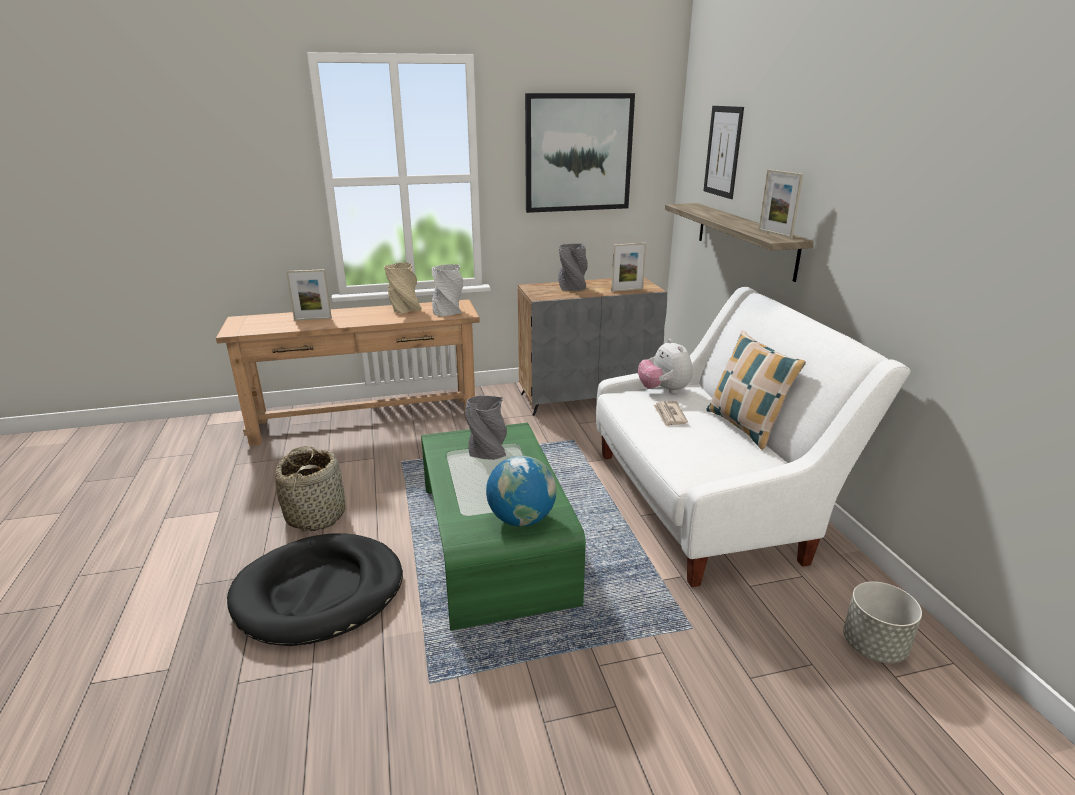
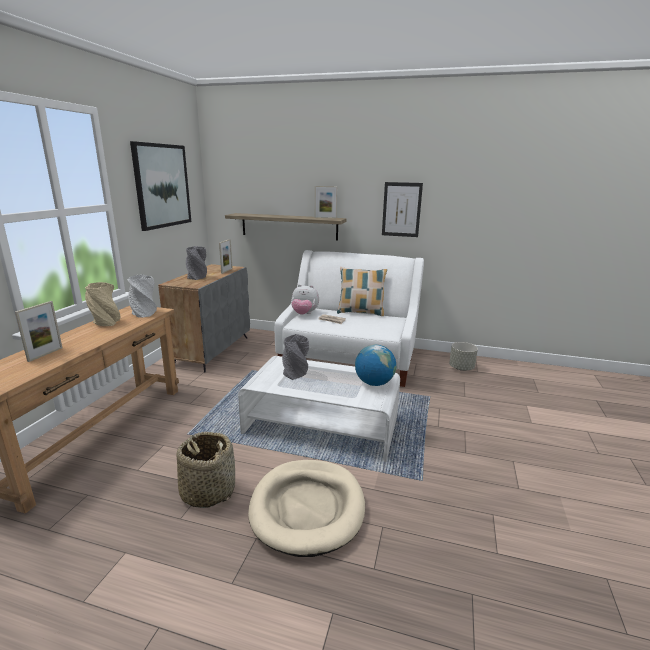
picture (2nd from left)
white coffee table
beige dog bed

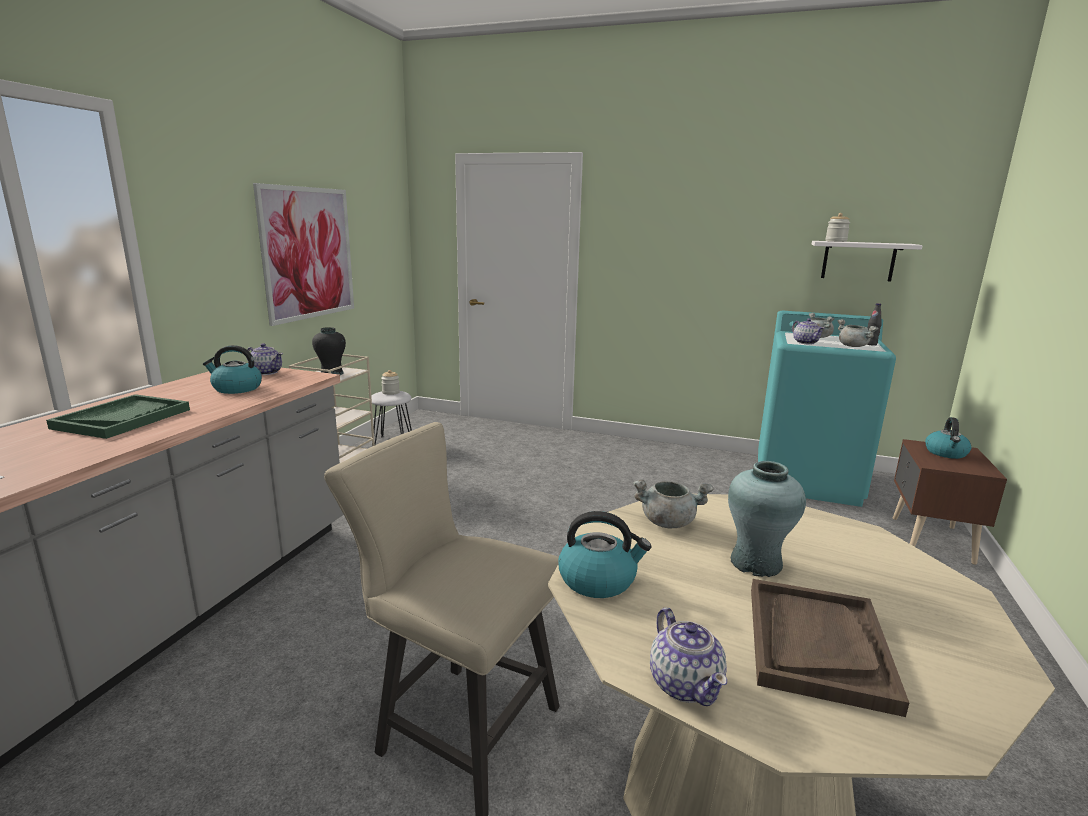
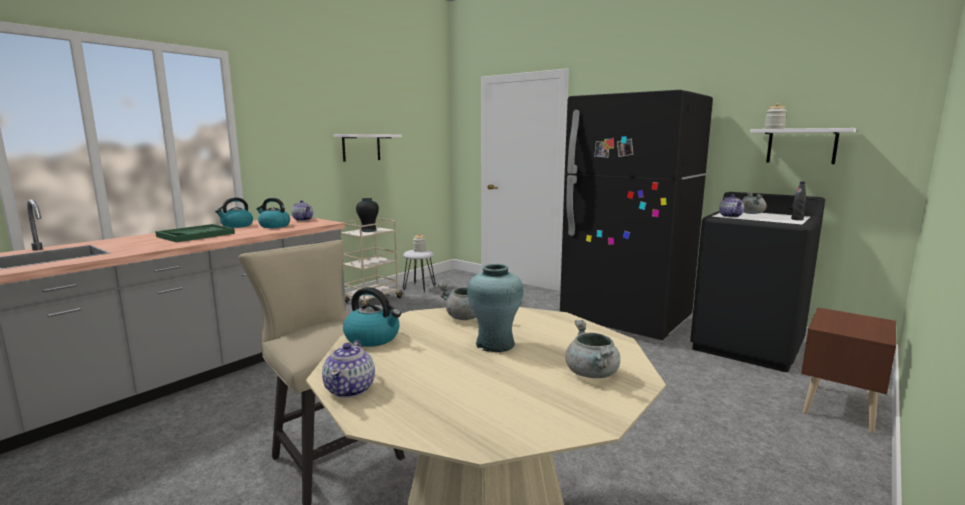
white shelf (1st from left)
black washing machine
grey cooking pot (2nd from left)
kettle (1st from left)
brown tray
black fridge

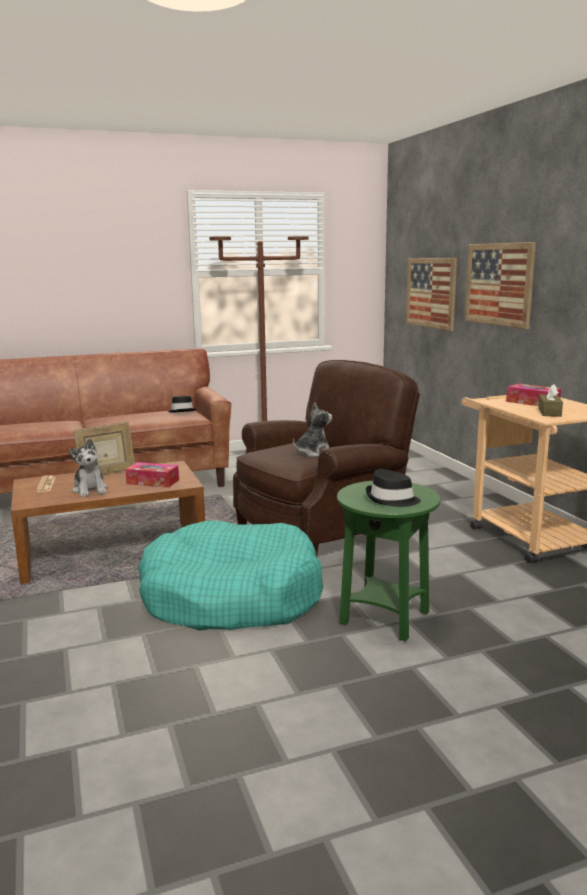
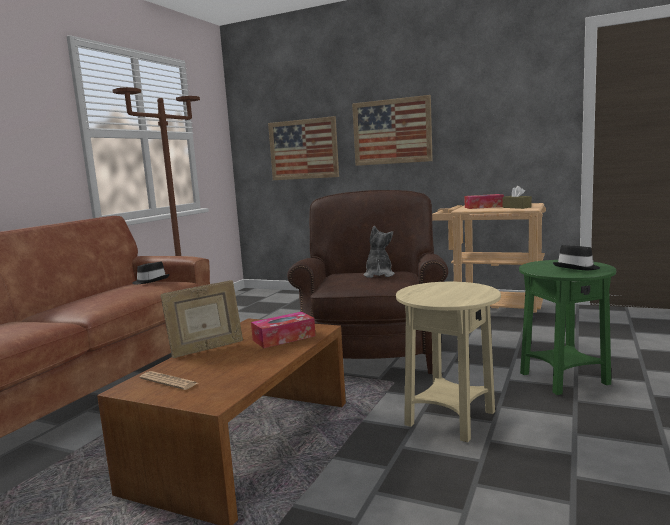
picture frame
plush toy (1st from left in the first image)
beige side table

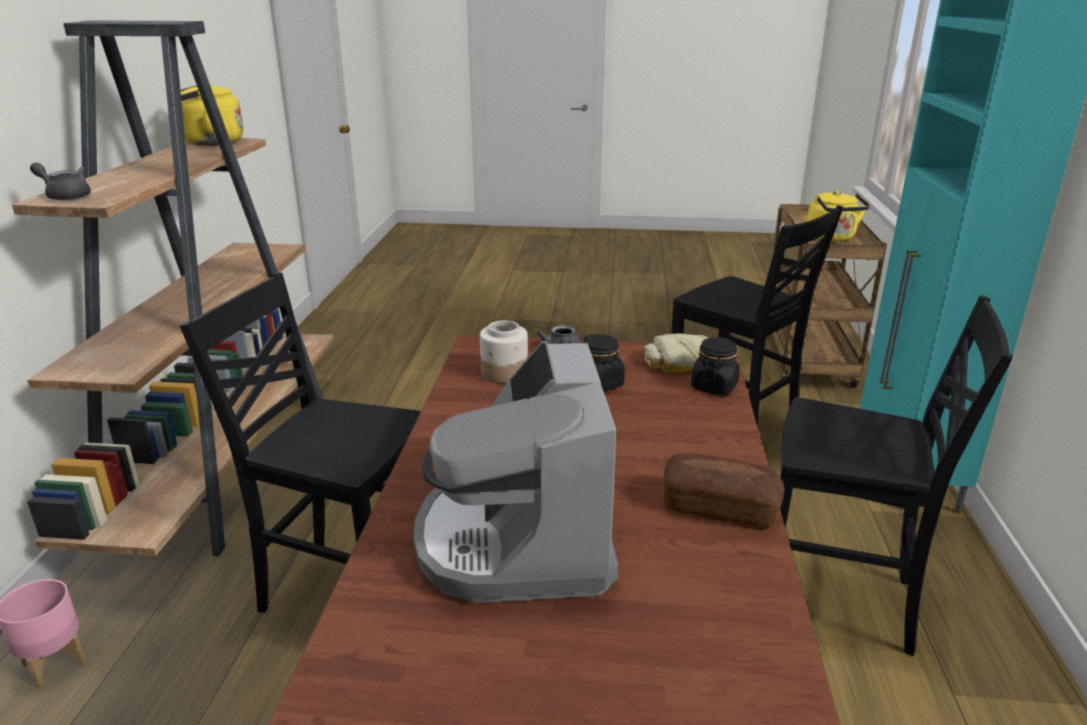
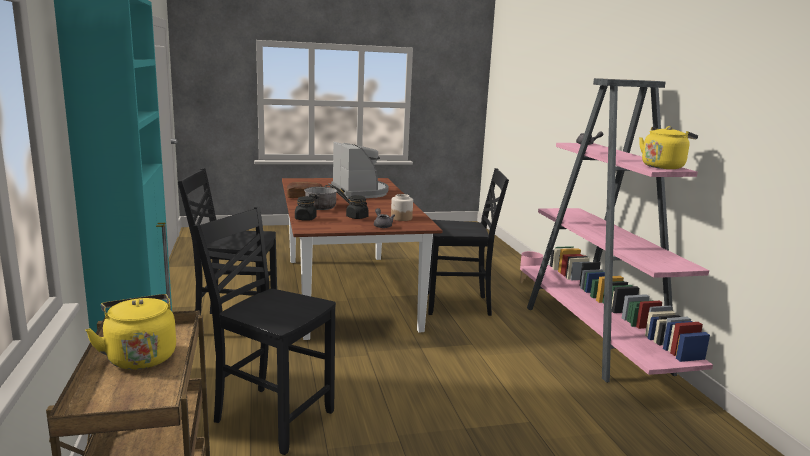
pink bookcase
bread (1st from left in the first image)
cooking pot

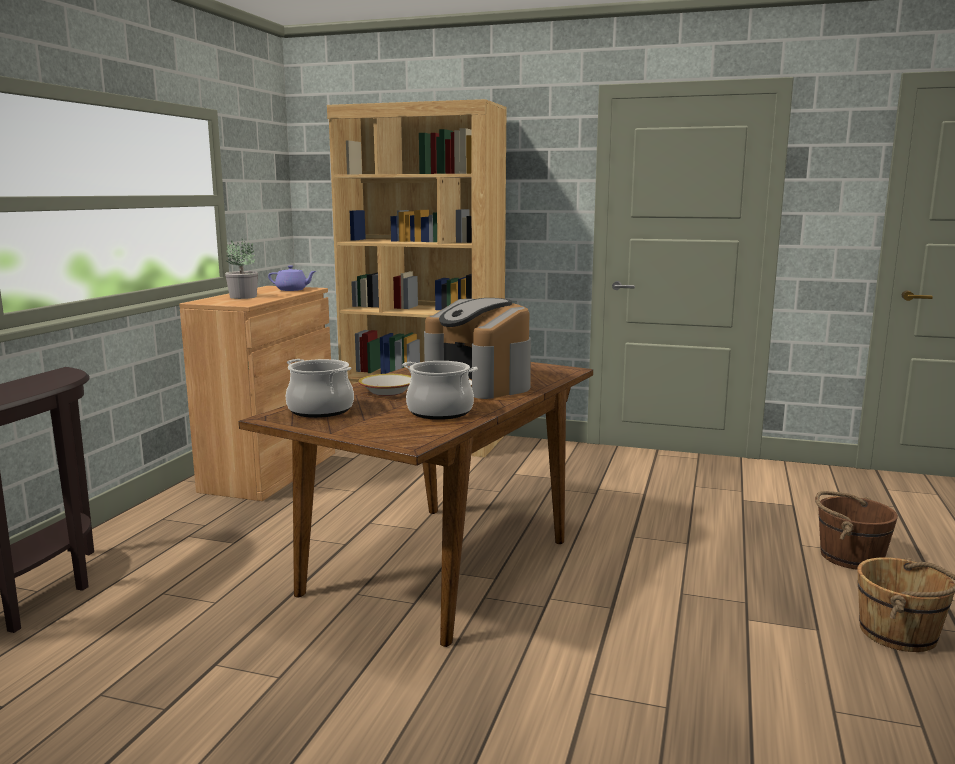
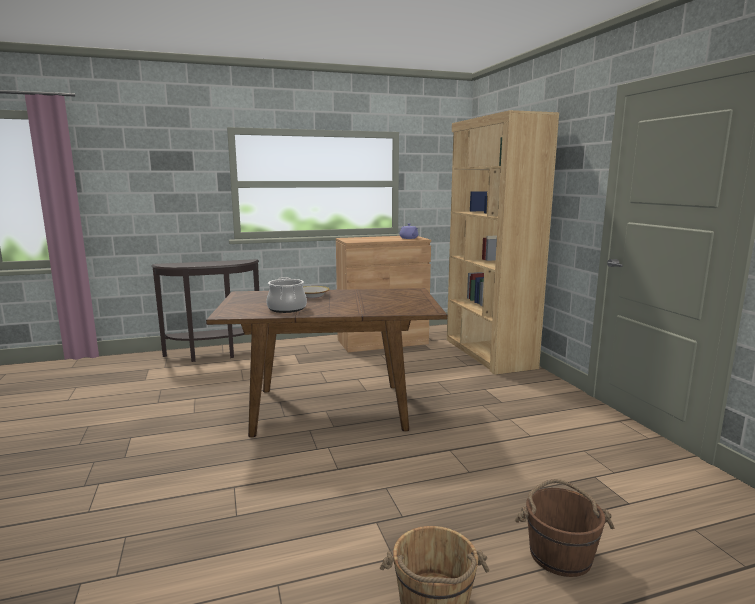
potted plant
coffee machine
cooking pot (1st from left in the first image)

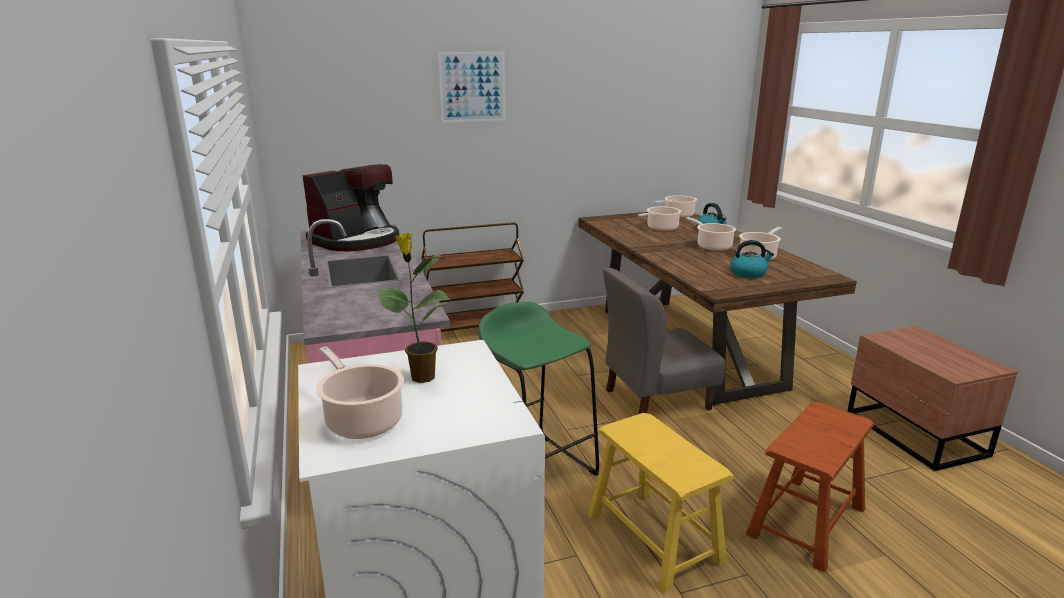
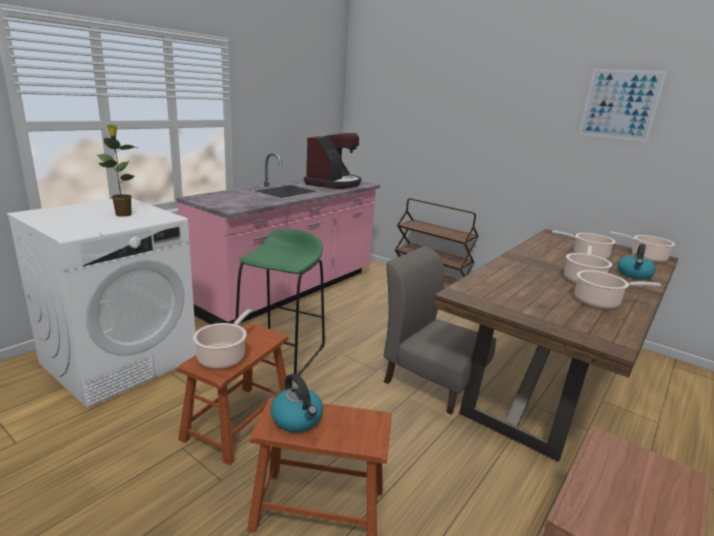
picture
coffee machine
kettle (1st from left)
cooking pot (1st from left)
brown stool (1st from left)

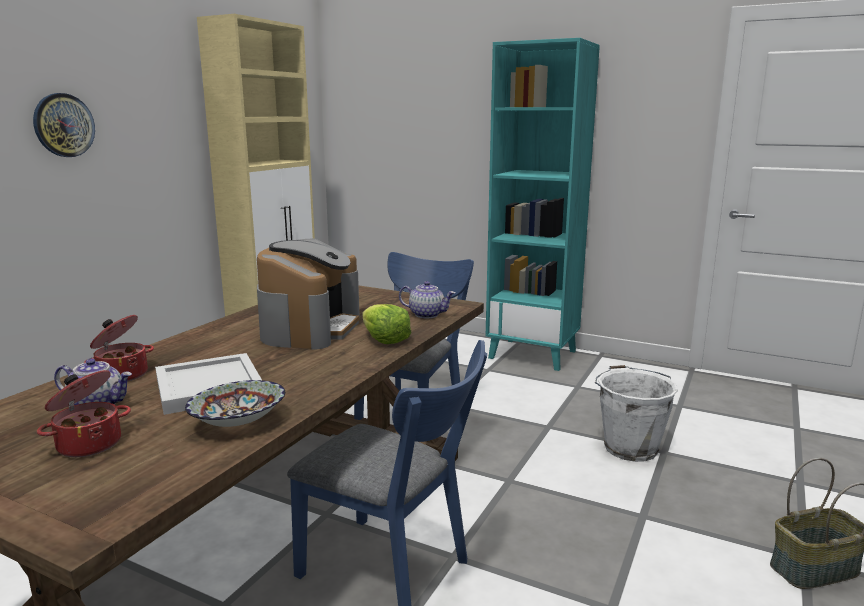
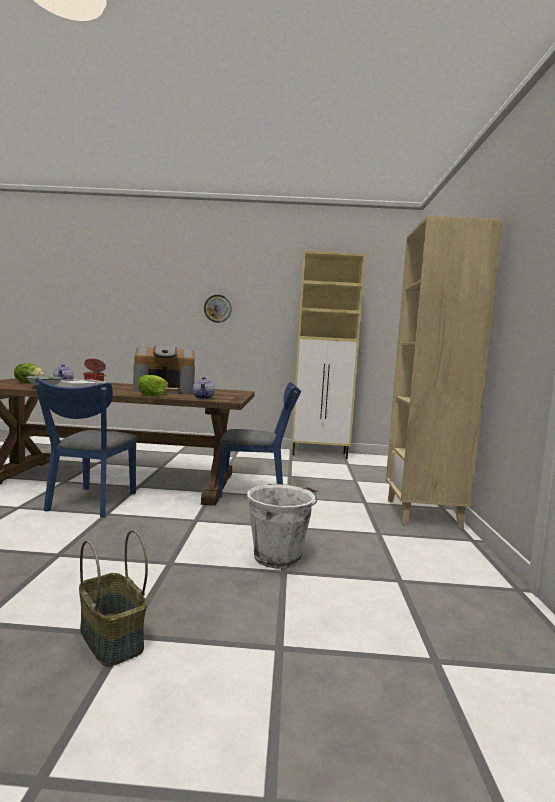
beige bookcase
lettuce (1st from left)

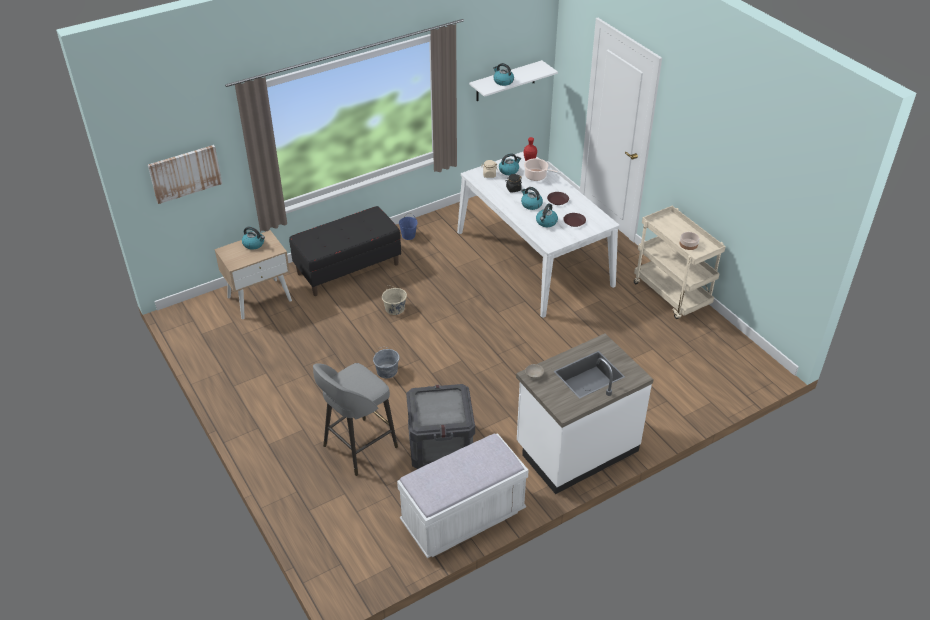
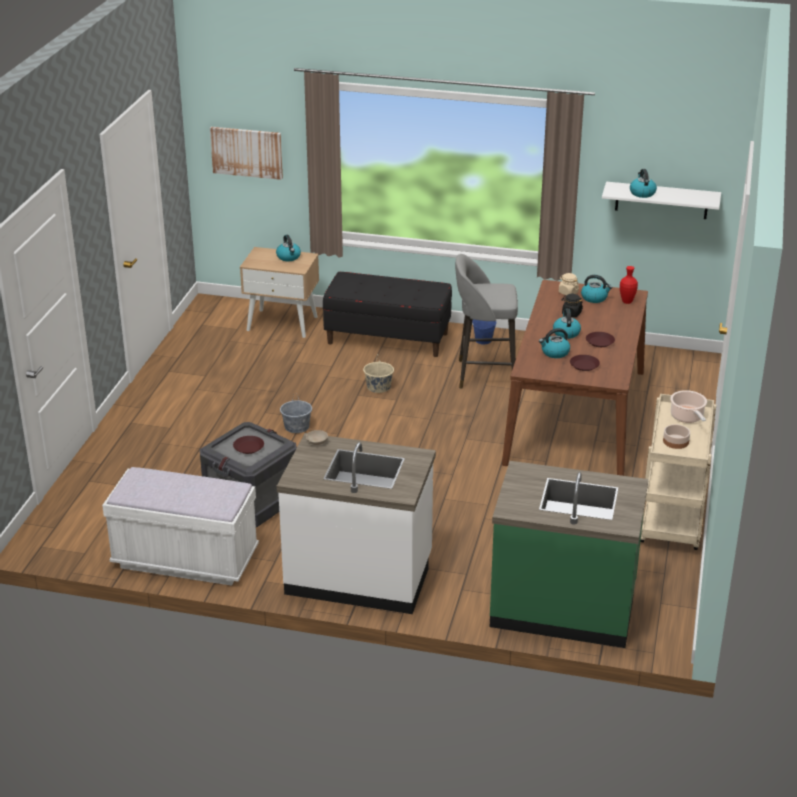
brown dining table
cooking pot
grey stool
brown plate (1st from left)
green counter

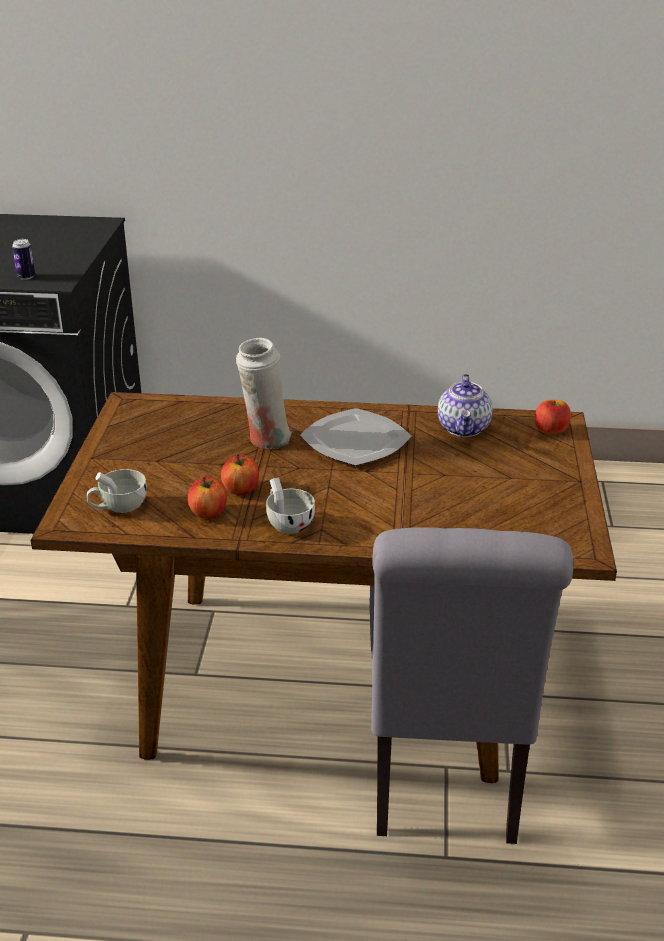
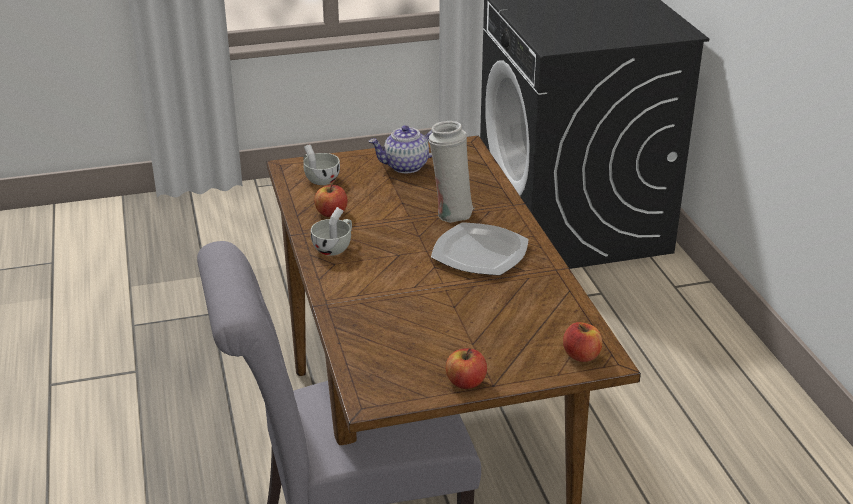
can
teapot
apple (2nd from left)

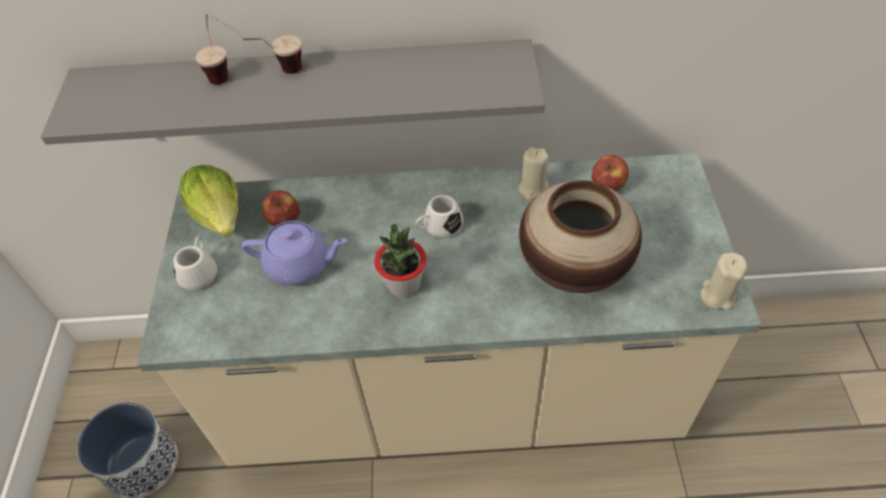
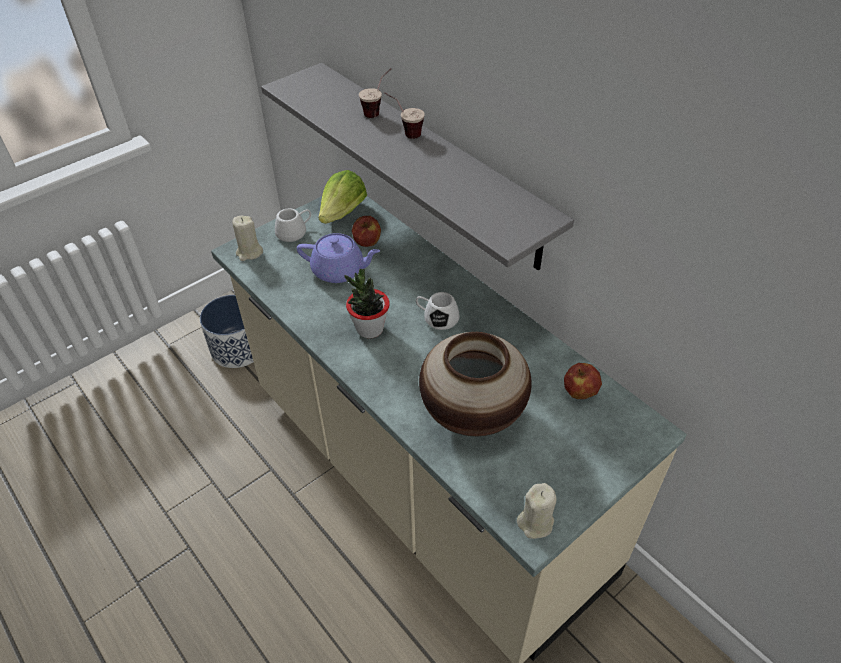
beige candle (1st from left)
purple teapot

